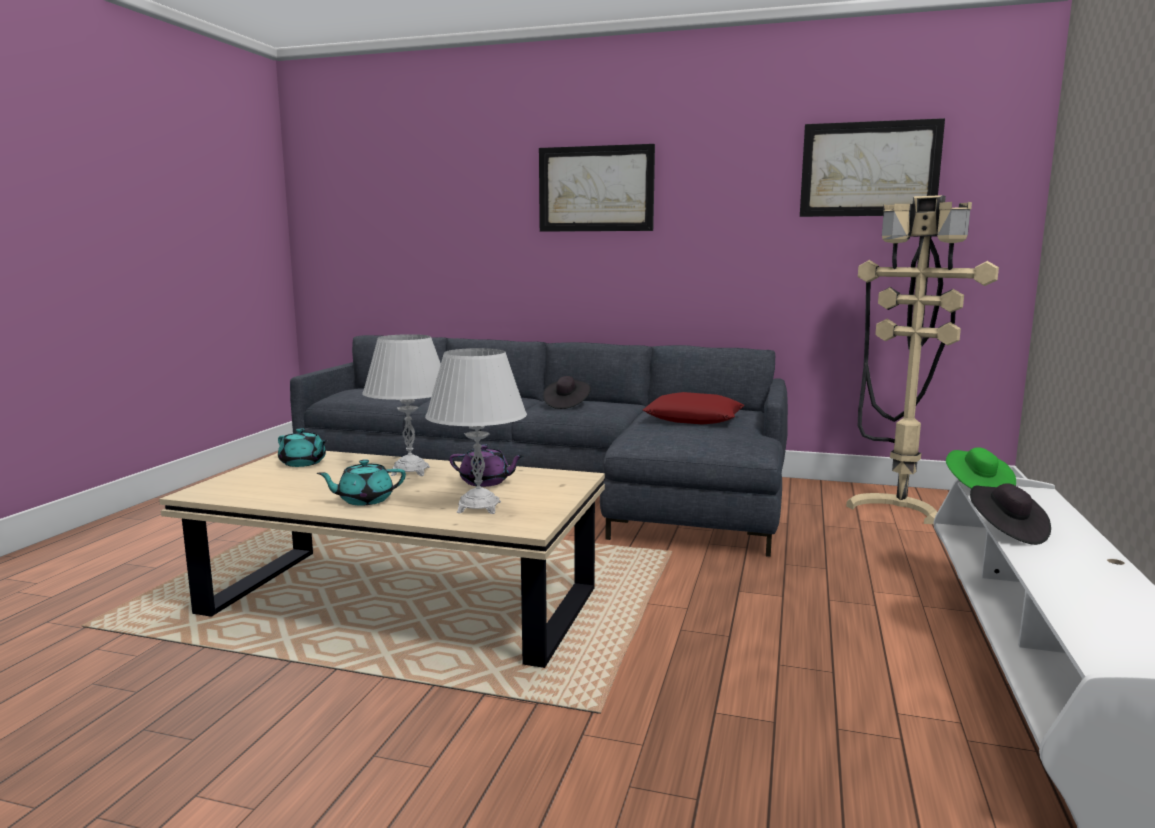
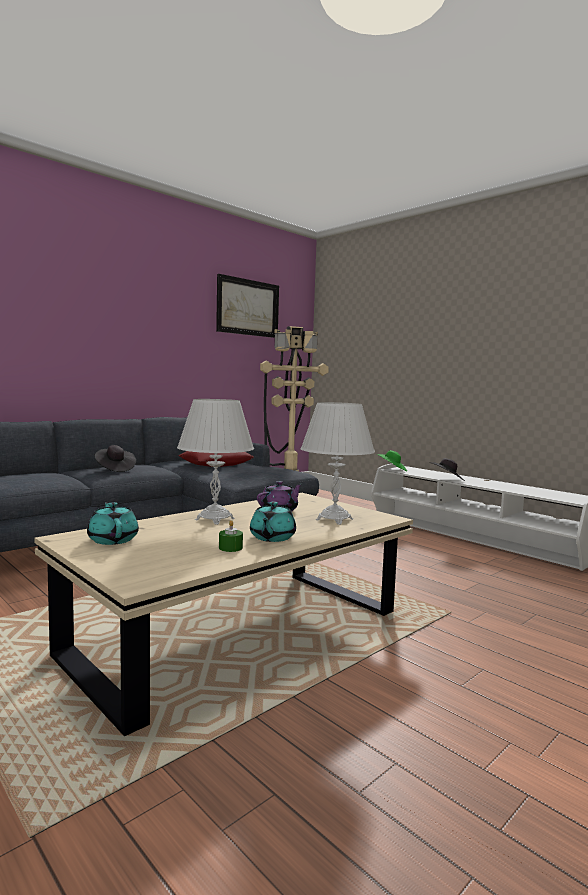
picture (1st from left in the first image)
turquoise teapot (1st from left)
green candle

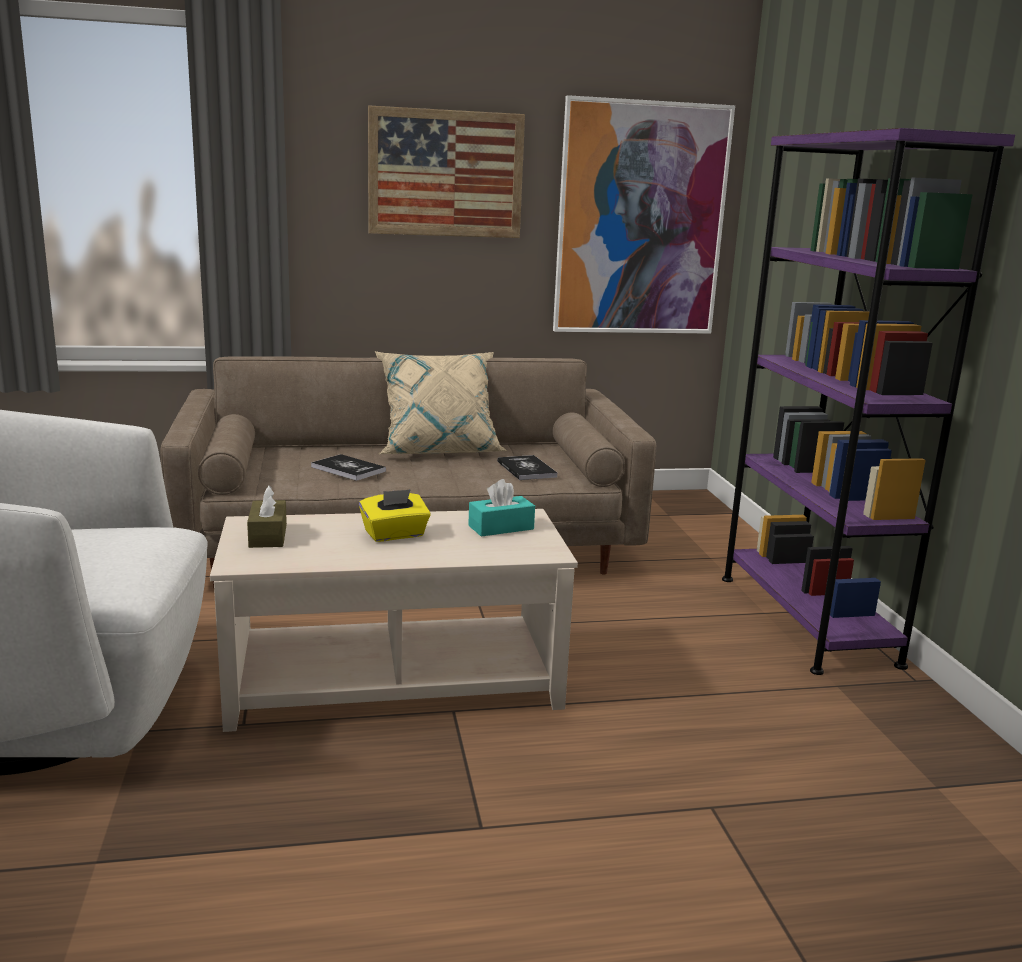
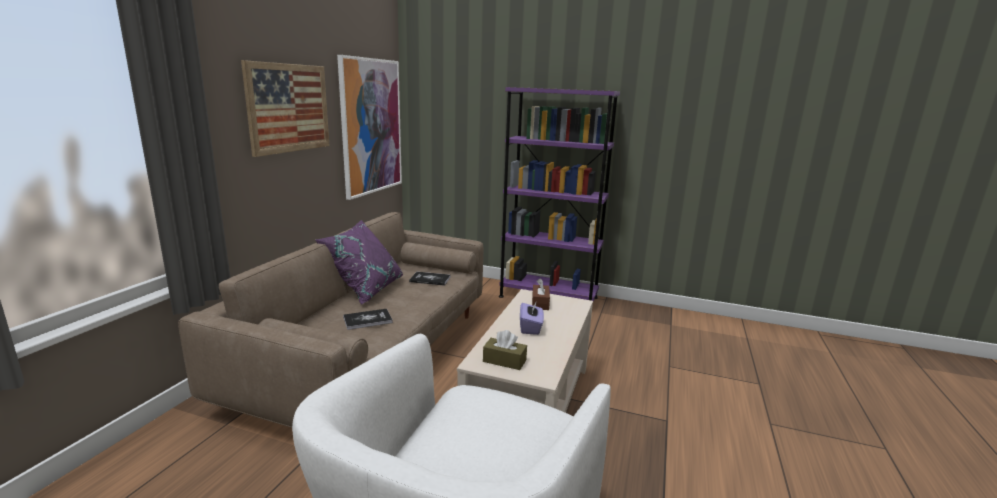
purple pillow
brown tissue box (2nd from left)
purple tissue box

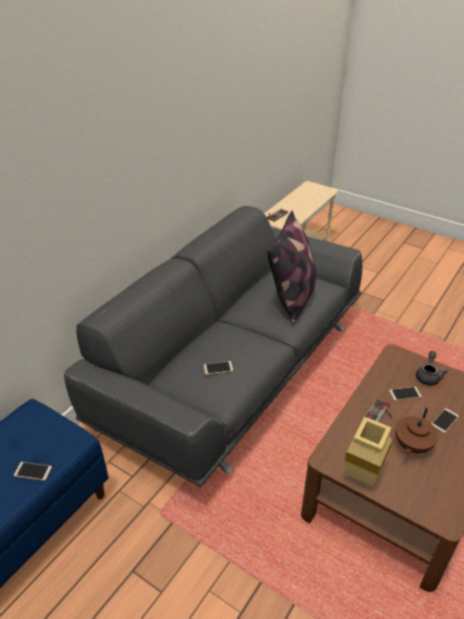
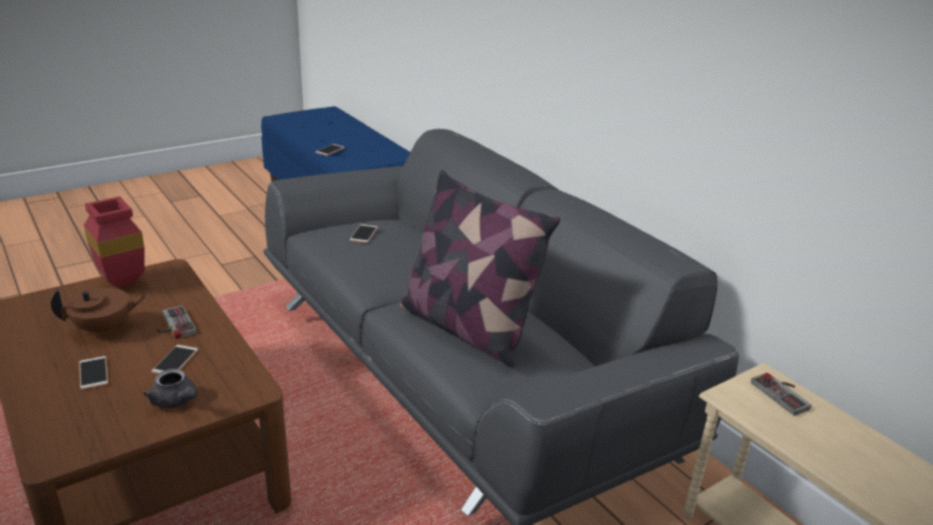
brown teapot
red vase

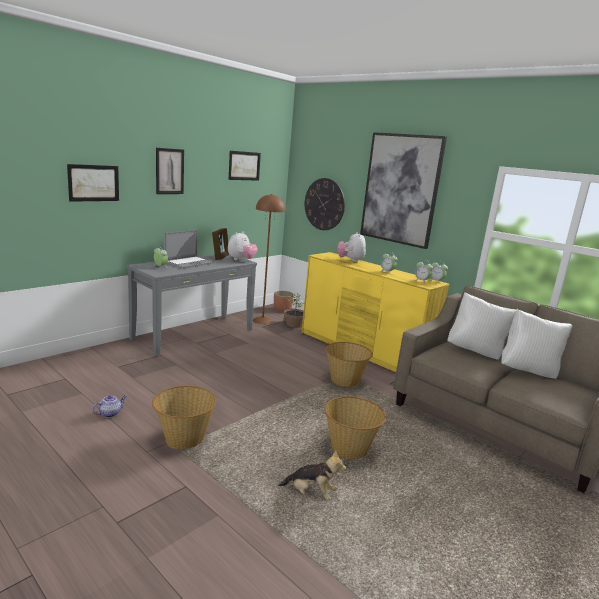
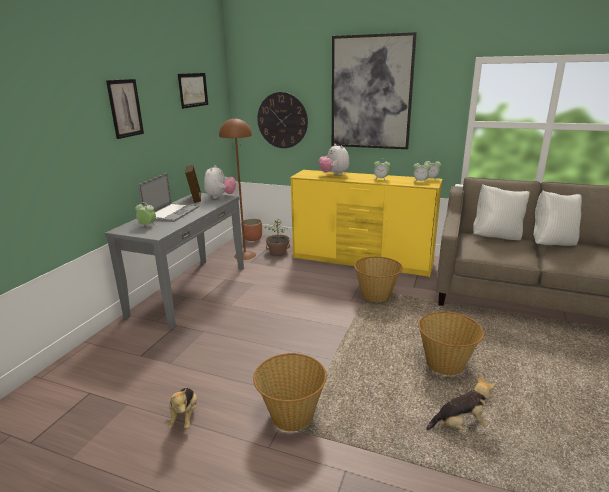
picture (1st from left in the first image)
plush toy (1st from left)

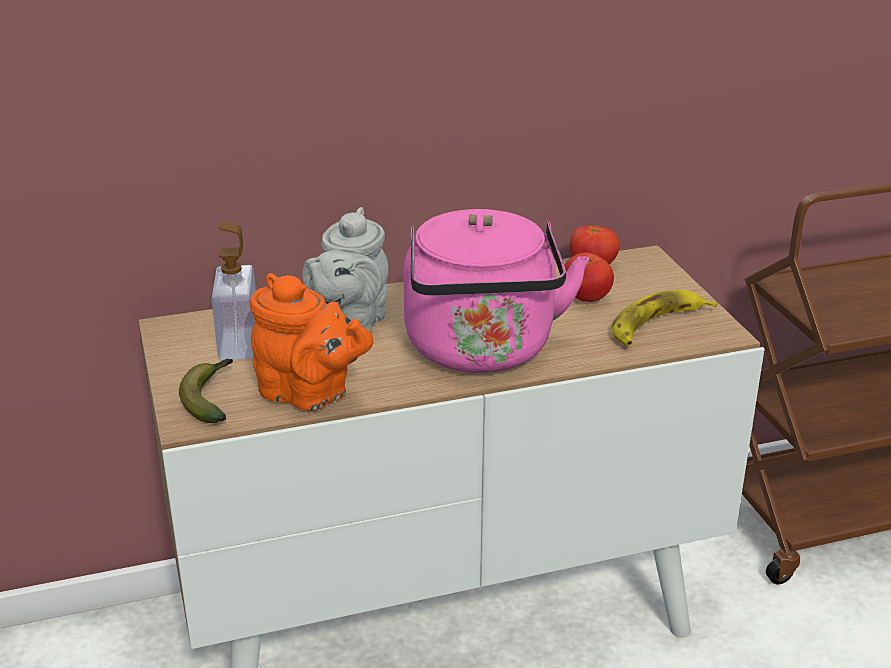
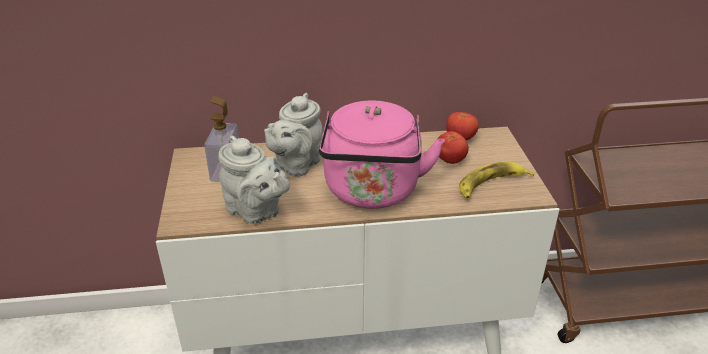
grey teapot (1st from left)
banana (1st from left in the first image)

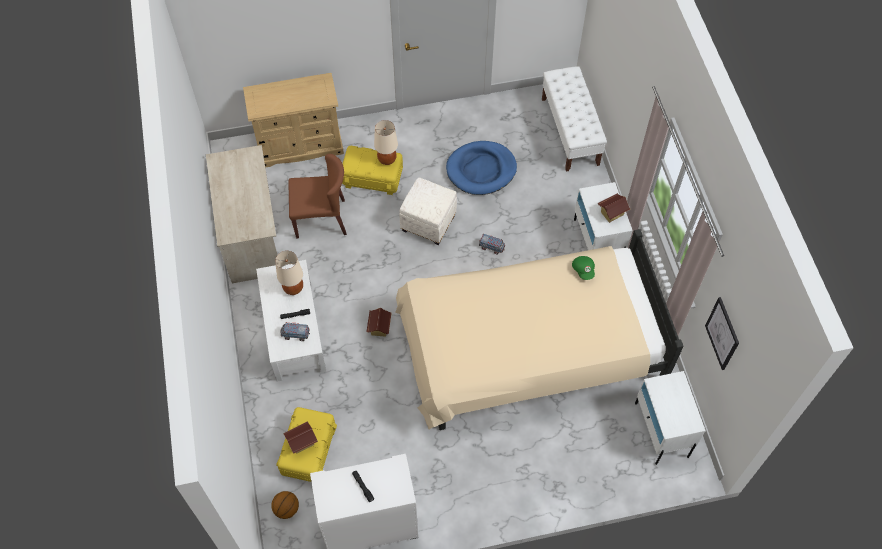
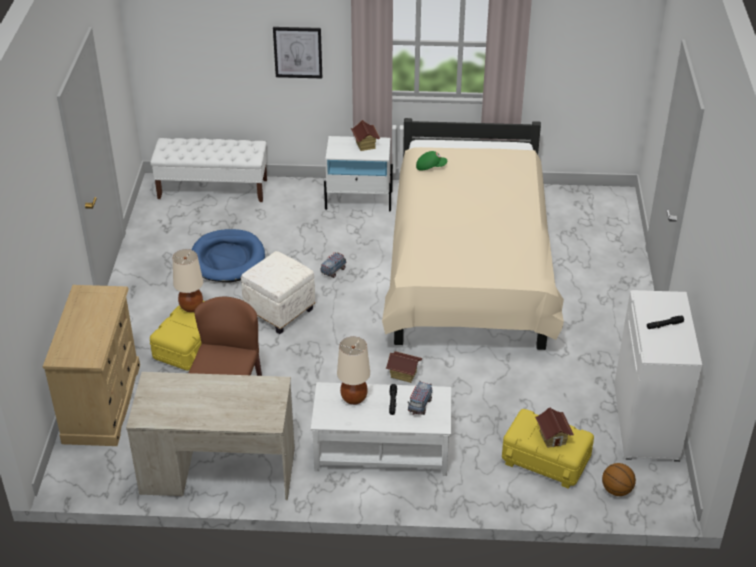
picture
white nightstand (2nd from left in the first image)

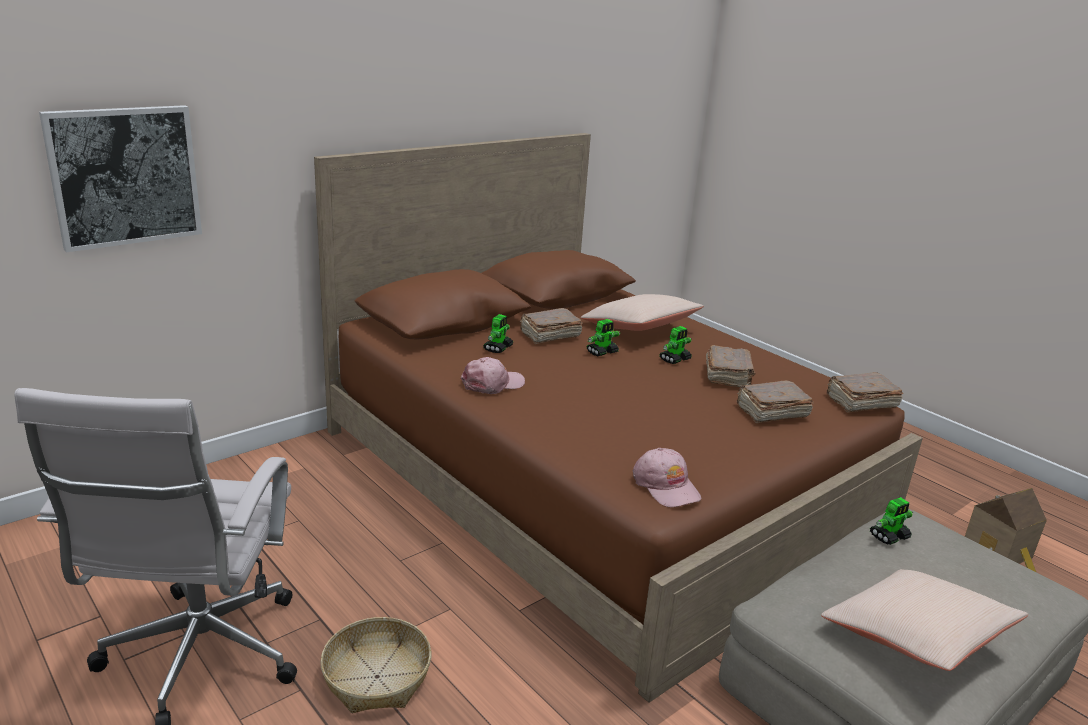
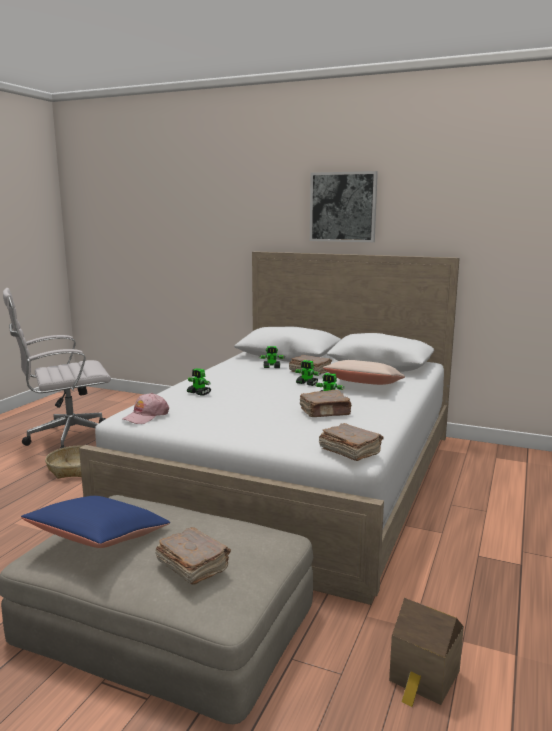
picture
white bed
pink cap (1st from left in the first image)
brown book (1st from left)
toy robot (1st from left)
blue pillow

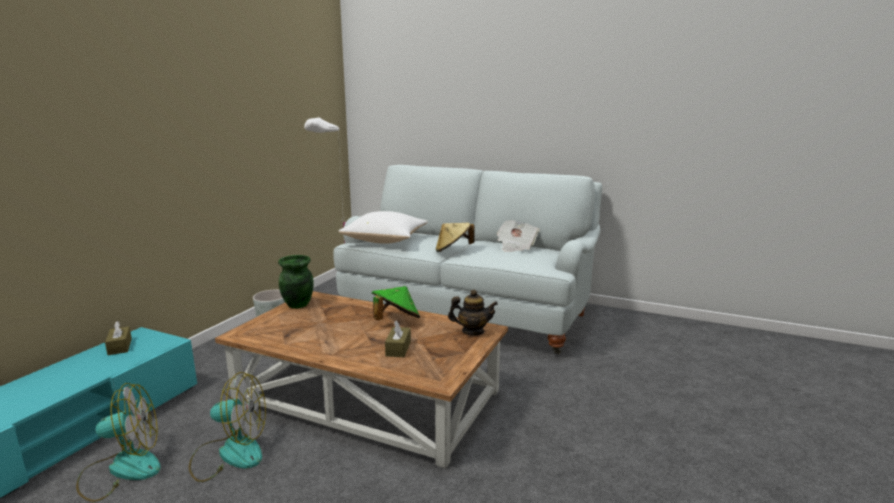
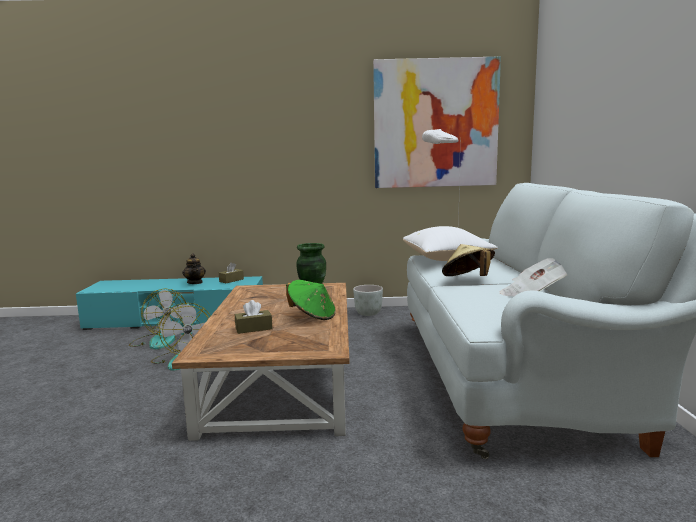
teapot
picture

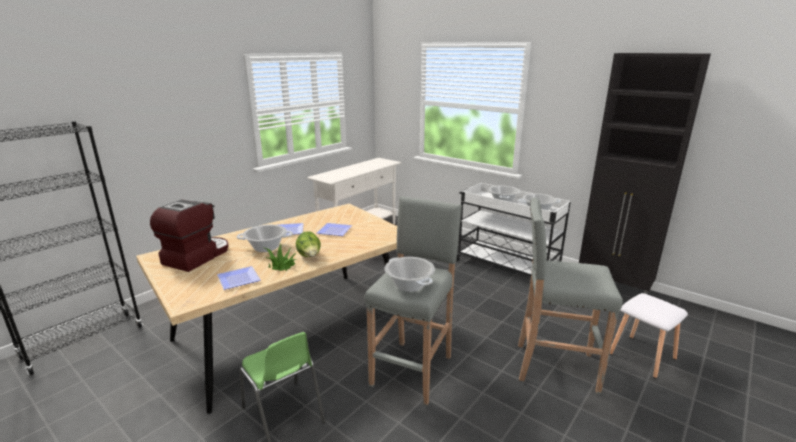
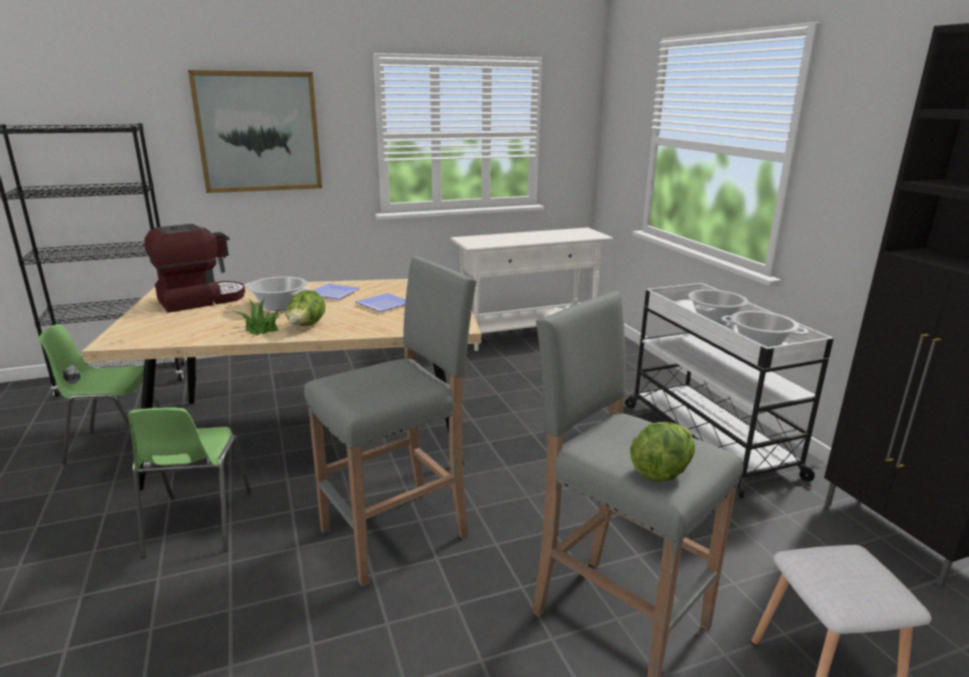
cooking pot (2nd from left in the first image)
plate (1st from left in the first image)
picture
green chair (1st from left)
lettuce (2nd from left)

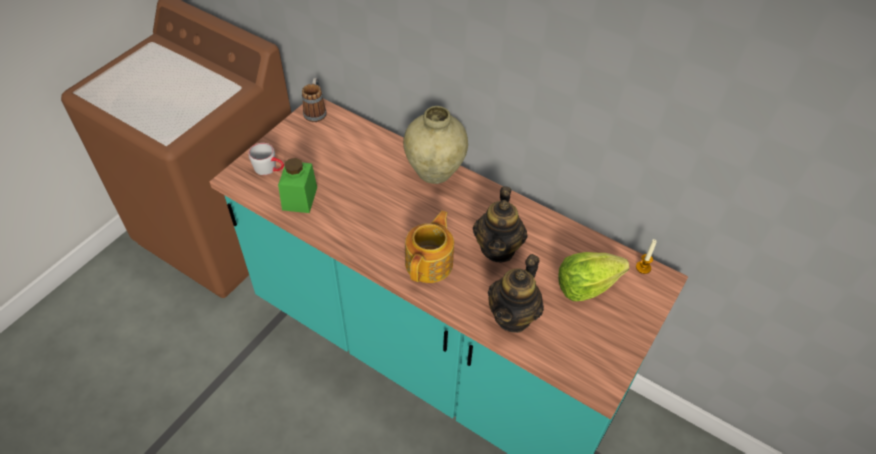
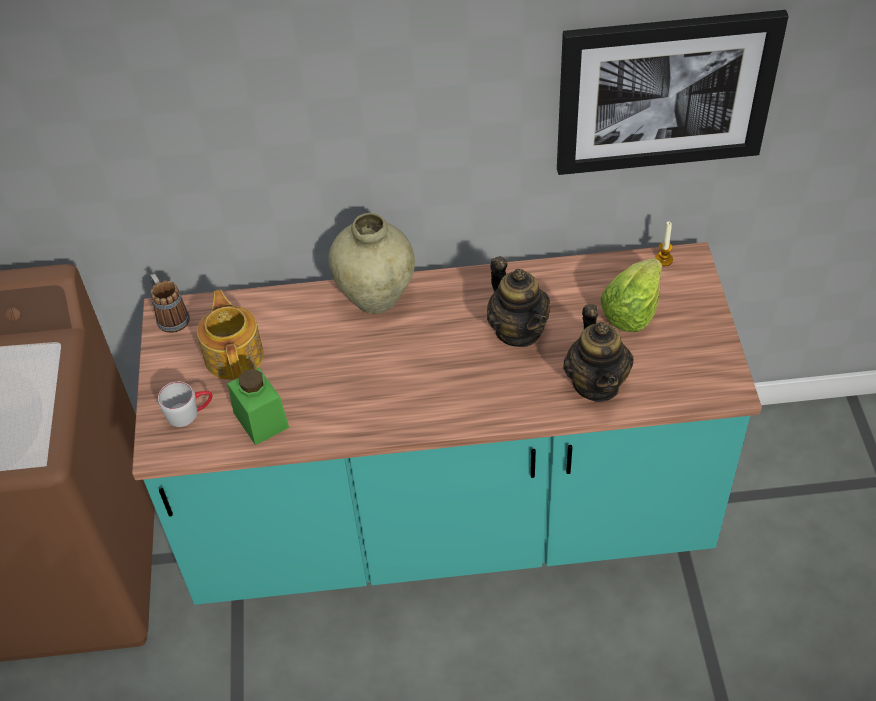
teapot (1st from left)
picture

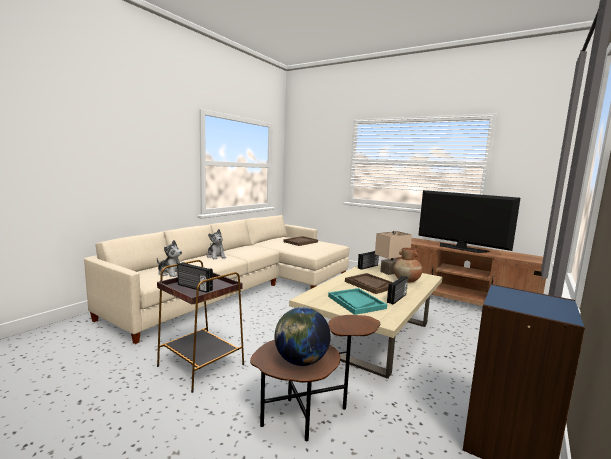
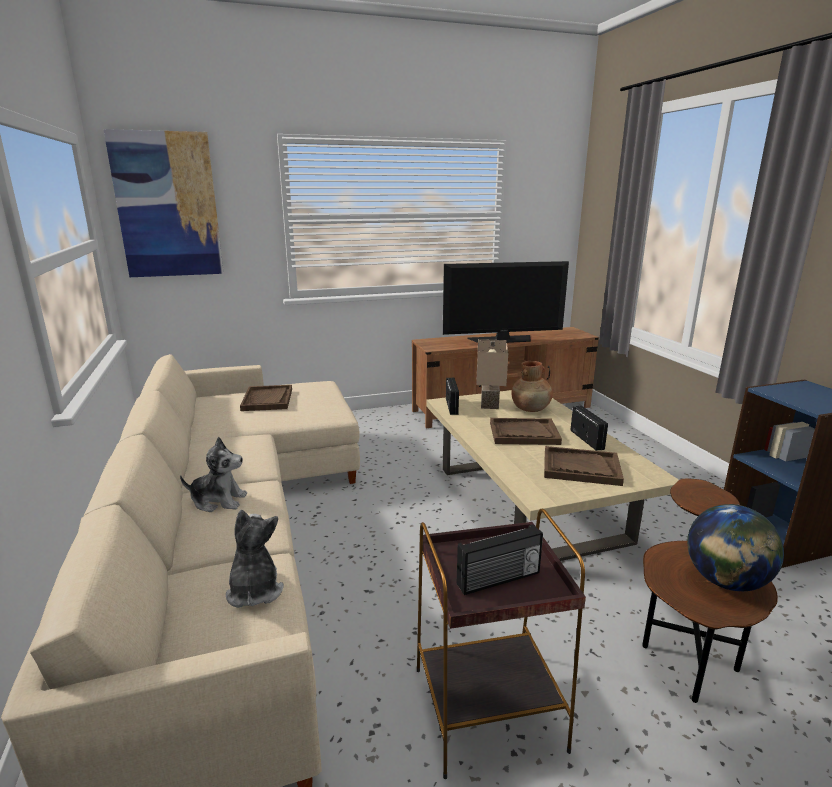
plush toy (2nd from left)
brown tray (3rd from left)
picture

